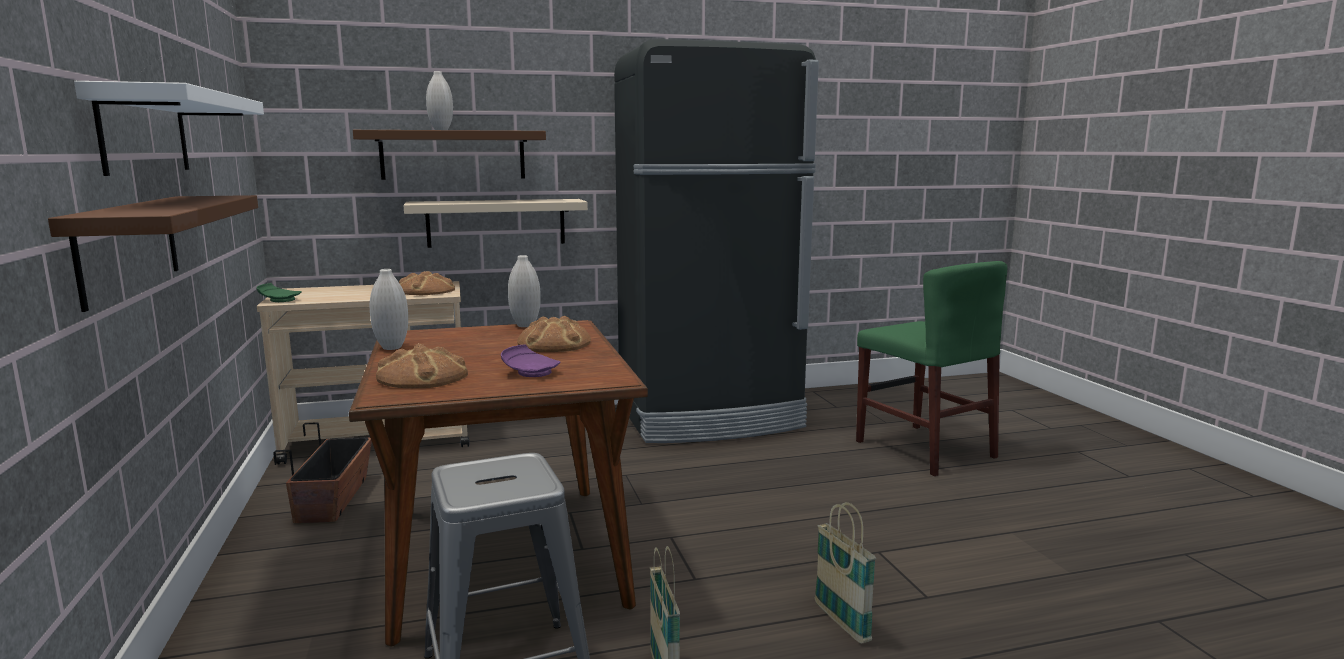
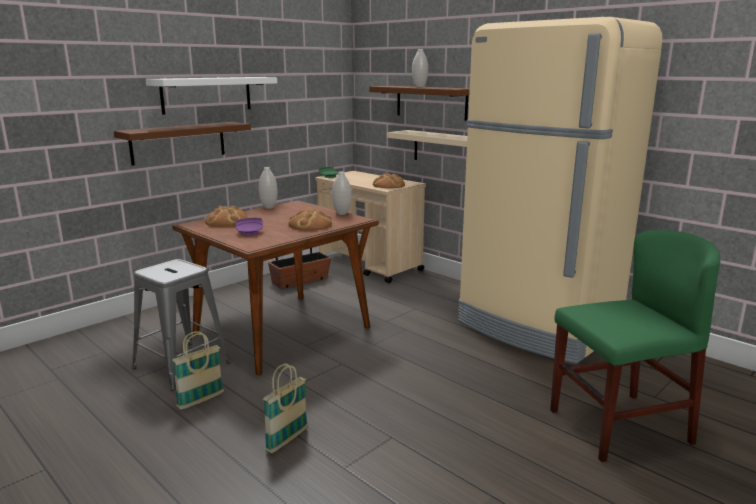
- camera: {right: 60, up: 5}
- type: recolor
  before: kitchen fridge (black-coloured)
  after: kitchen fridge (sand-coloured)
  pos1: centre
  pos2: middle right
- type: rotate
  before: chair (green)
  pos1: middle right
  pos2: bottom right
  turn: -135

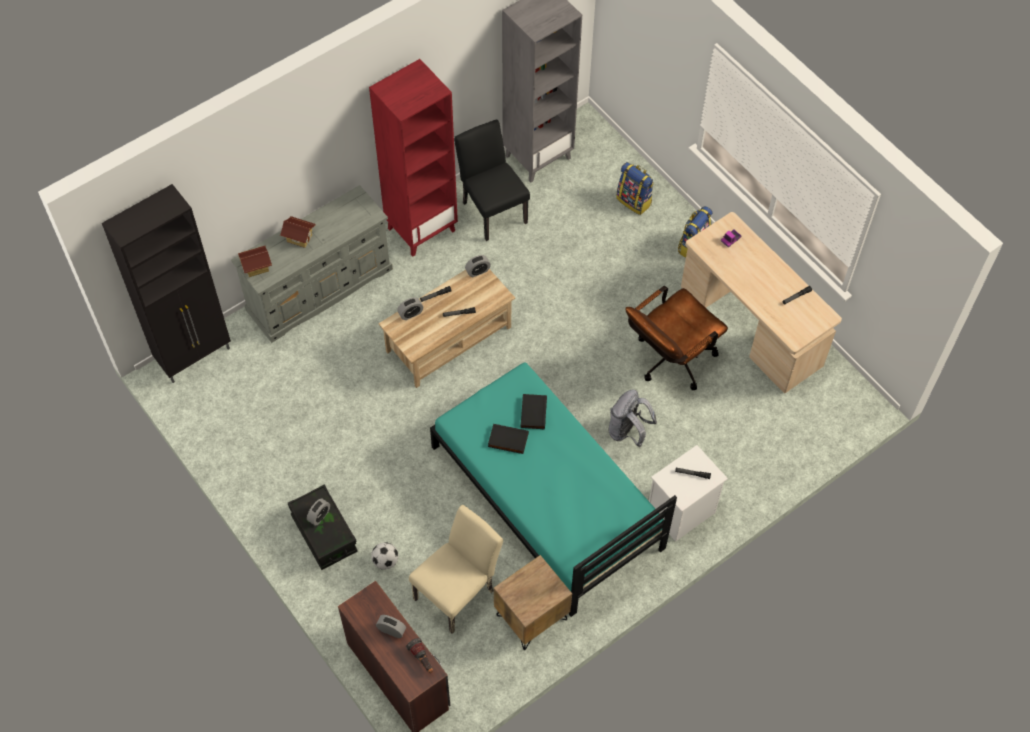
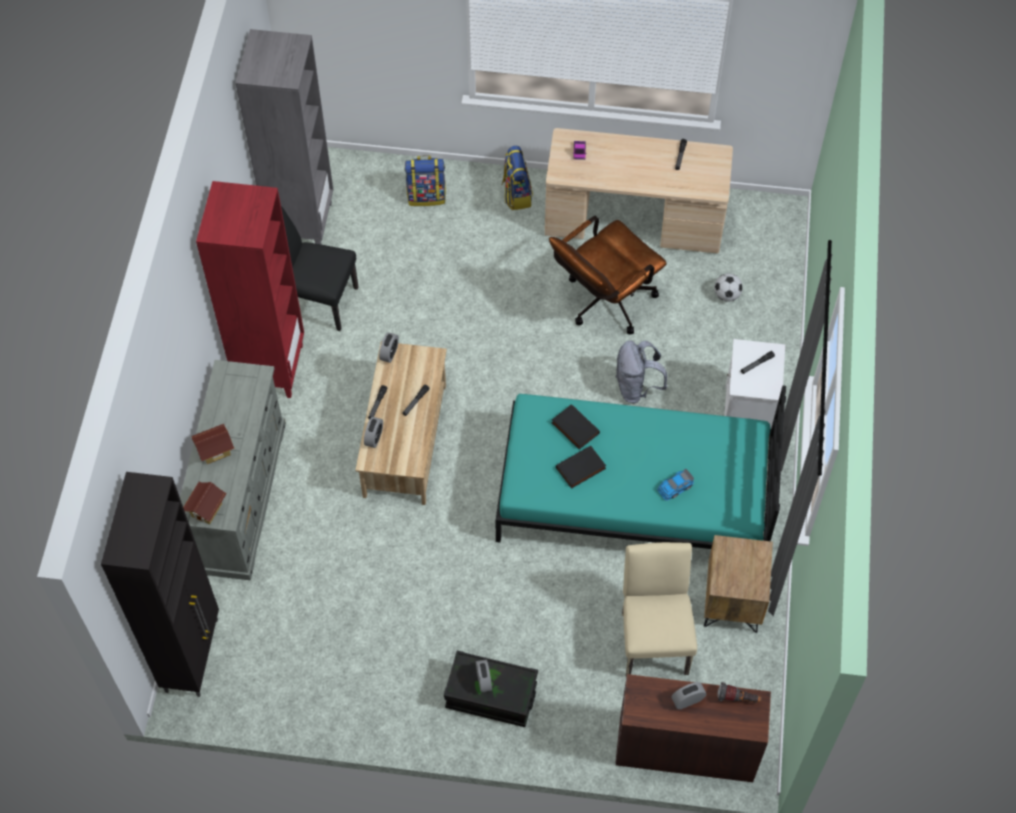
- camera: {right: -45, up: 0}
- type: move
  before: ball for football
  pos1: bottom centre
  pos2: middle right
- type: rotate
  before: computer chair (brownish)
  pos1: centre
  pos2: centre
  turn: 45
- type: insert
  after: model car
  pos2: centre

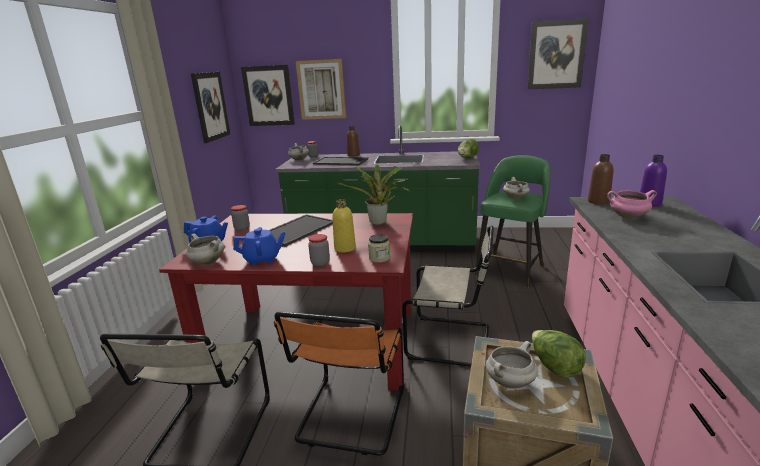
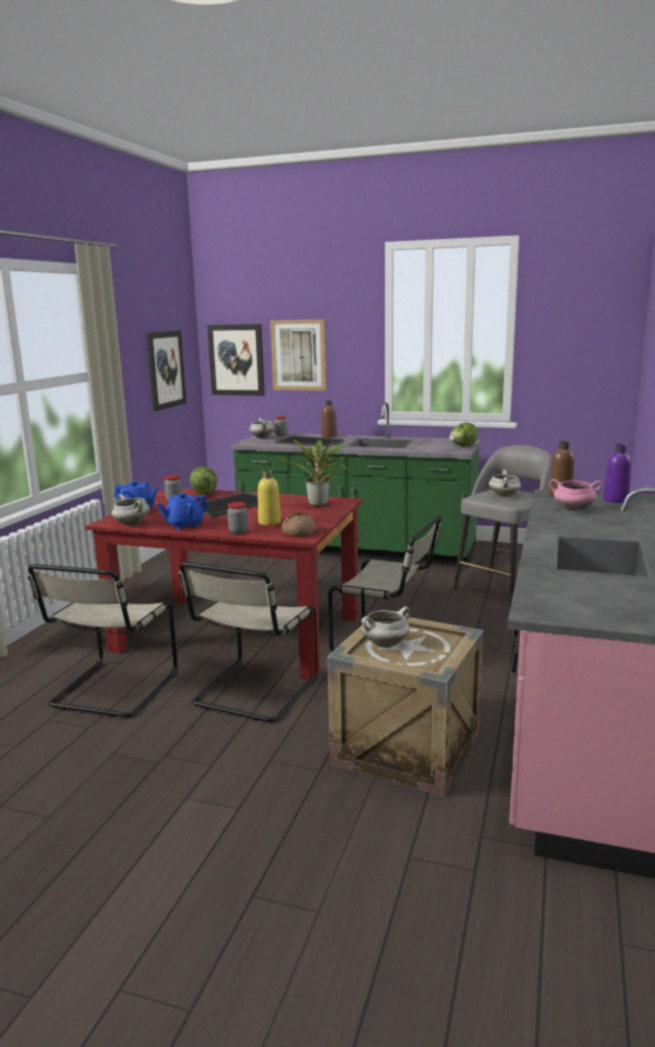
- camera: {right: 10, up: -5}
- type: rotate
  before: pot for tea (blue-coloured) (2nd from left)
  pos1: centre
  pos2: middle left
  turn: 150
- type: recolor
  before: chair (orangey)
  after: chair (sand-coloured) (2nd from left)
  pos1: bottom centre
  pos2: centre
- type: replace
  before: preserve jar (4th from left)
  after: bread
  pos1: centre
  pos2: centre
- type: recolor
  before: stool seat (green)
  after: stool seat (grey)
  pos1: middle right
  pos2: middle right
- type: delete
  before: wall art (4th from left)
  pos1: top right
- type: move
  before: head of lettuce (2nd from left in the first image)
  after: head of lettuce (1st from left)
  pos1: bottom right
  pos2: middle left

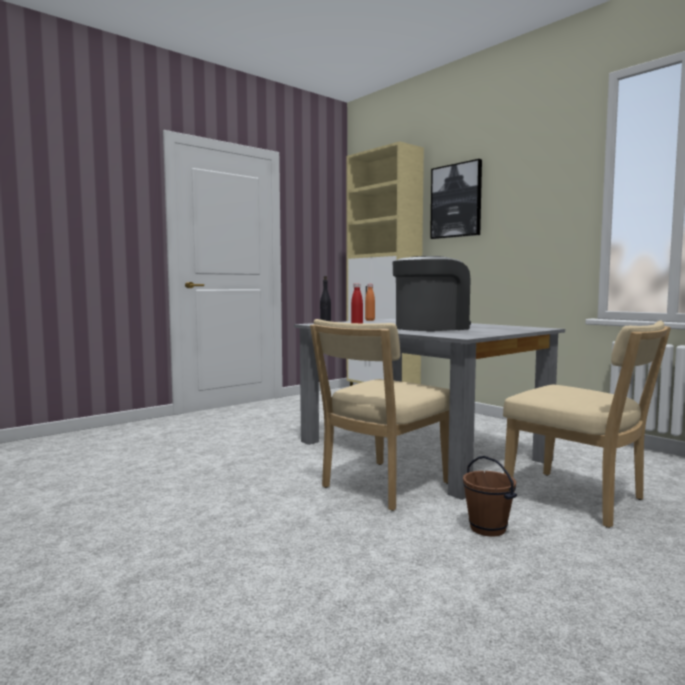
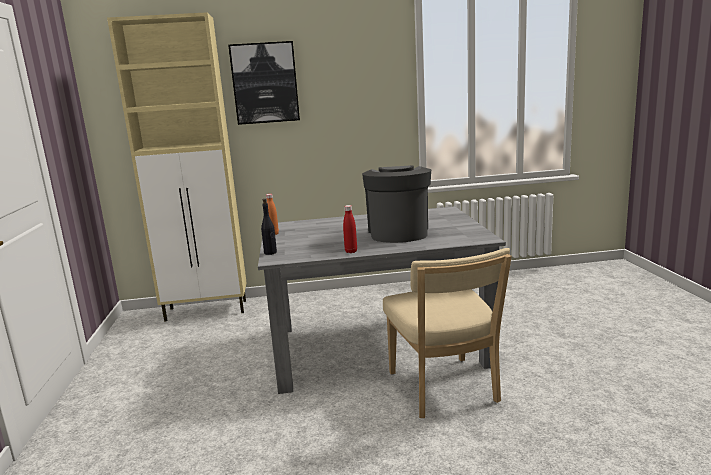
- camera: {right: -55, up: 10}
- type: delete
  before: water bucket (brownish)
  pos1: bottom right
- type: delete
  before: chair (sand-coloured) (2nd from left)
  pos1: middle right

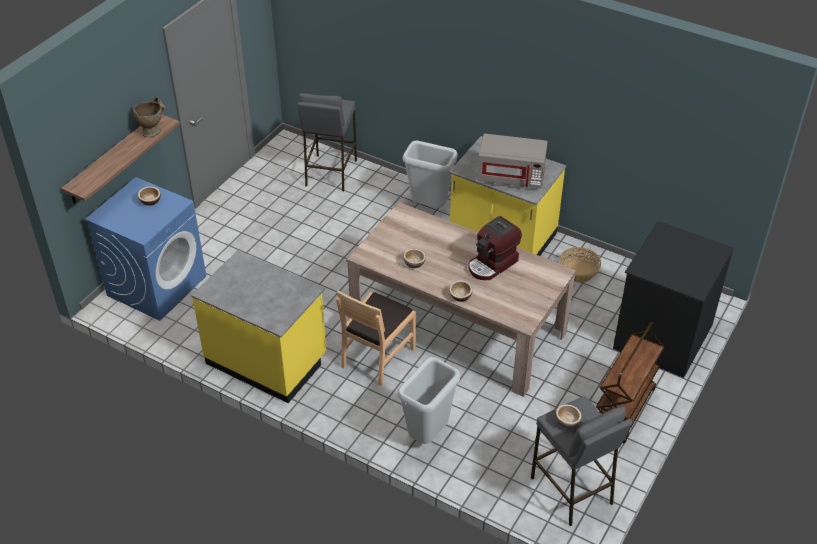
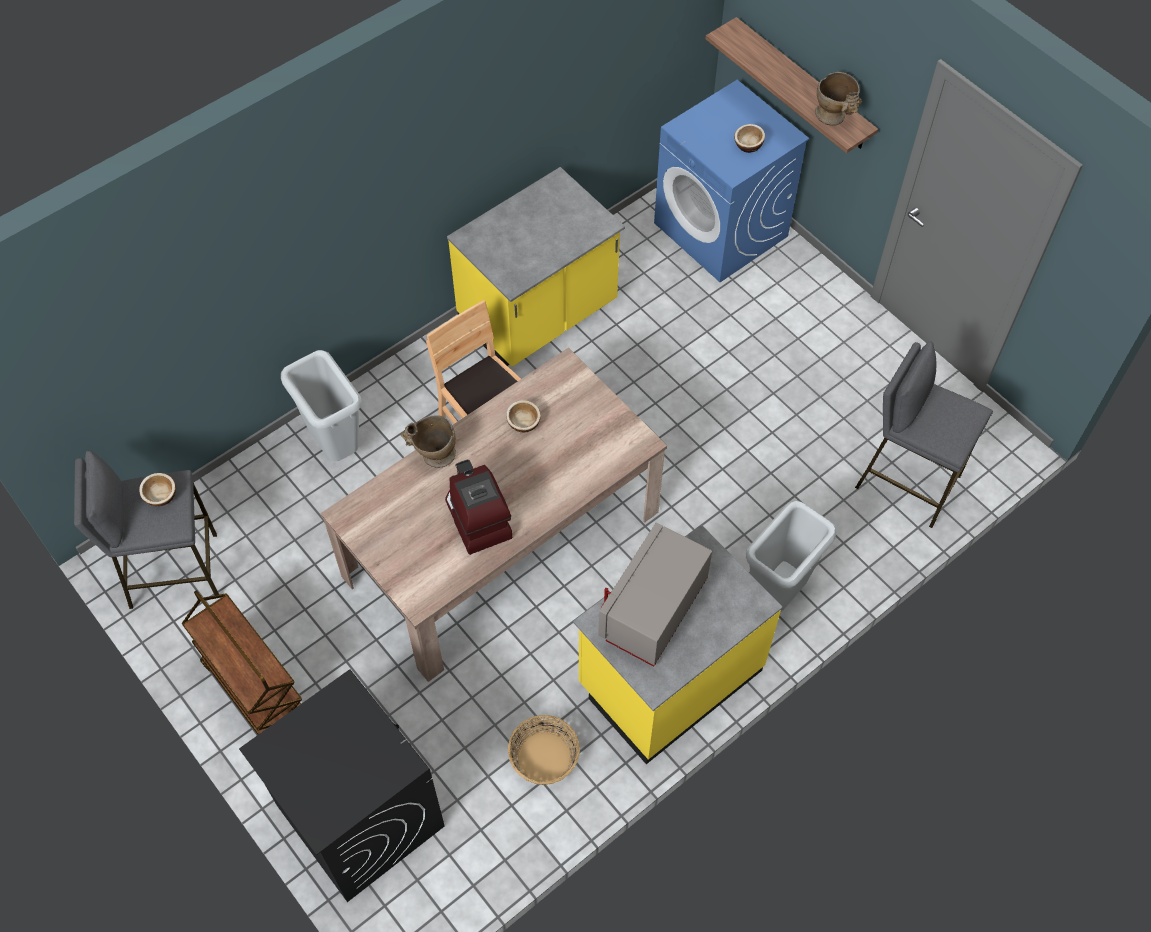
- camera: {right: 110, up: 15}
- type: replace
  before: bowl (3rd from left)
  after: vase (sand-coloured) (1st from left)
  pos1: centre
  pos2: centre
- type: replace
  before: dresser (black-coloured)
  after: laundry machine (black-coloured)
  pos1: middle right
  pos2: bottom left

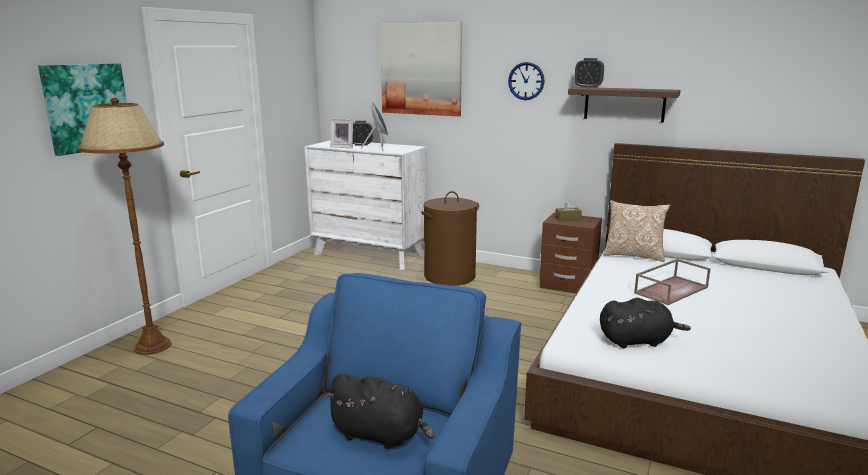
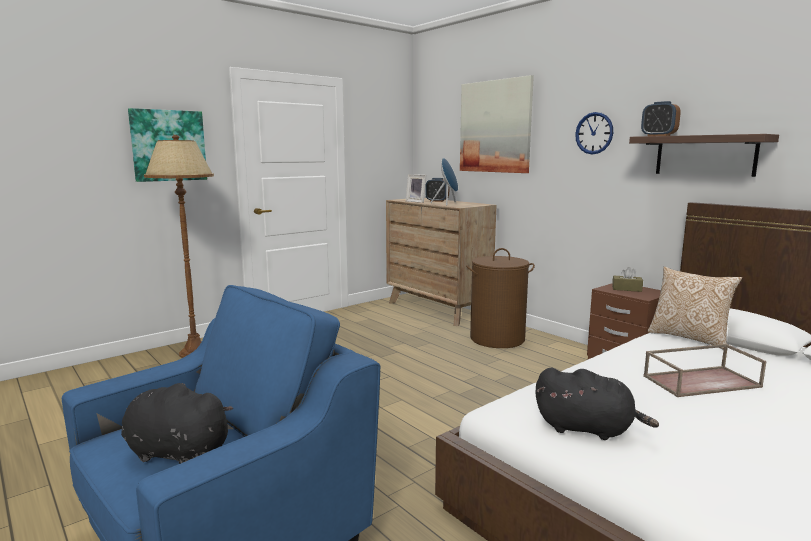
- camera: {right: 25, up: -5}
- type: recolor
  before: dresser (whitish)
  after: dresser (brownish)
  pos1: centre
  pos2: centre
- type: rotate
  before: cuddly toy (black-coloured) (1st from left)
  pos1: bottom centre
  pos2: bottom left
  turn: 150

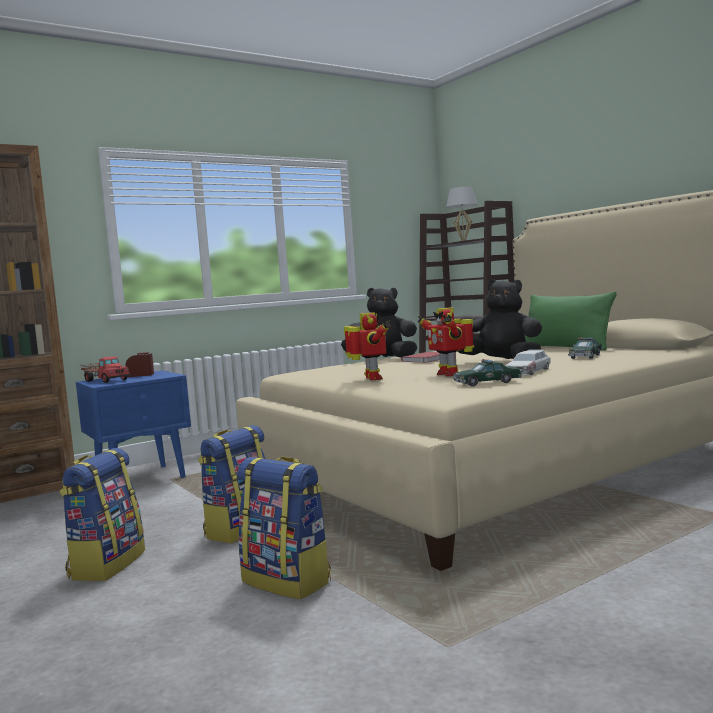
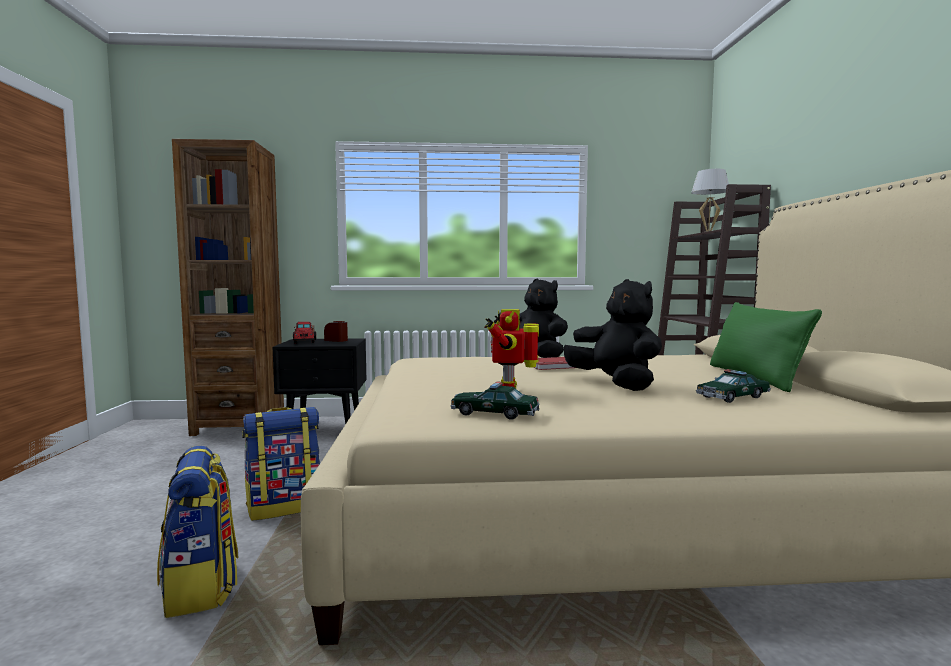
- camera: {right: 30, up: 0}
- type: delete
  before: backpack (1st from left)
  pos1: bottom left
- type: recolor
  before: bedside table (blue-coloured)
  after: bedside table (black-coloured)
  pos1: middle left
  pos2: centre
- type: delete
  before: model robot (1st from left)
  pos1: centre
- type: delete
  before: model car (2nd from left)
  pos1: middle right

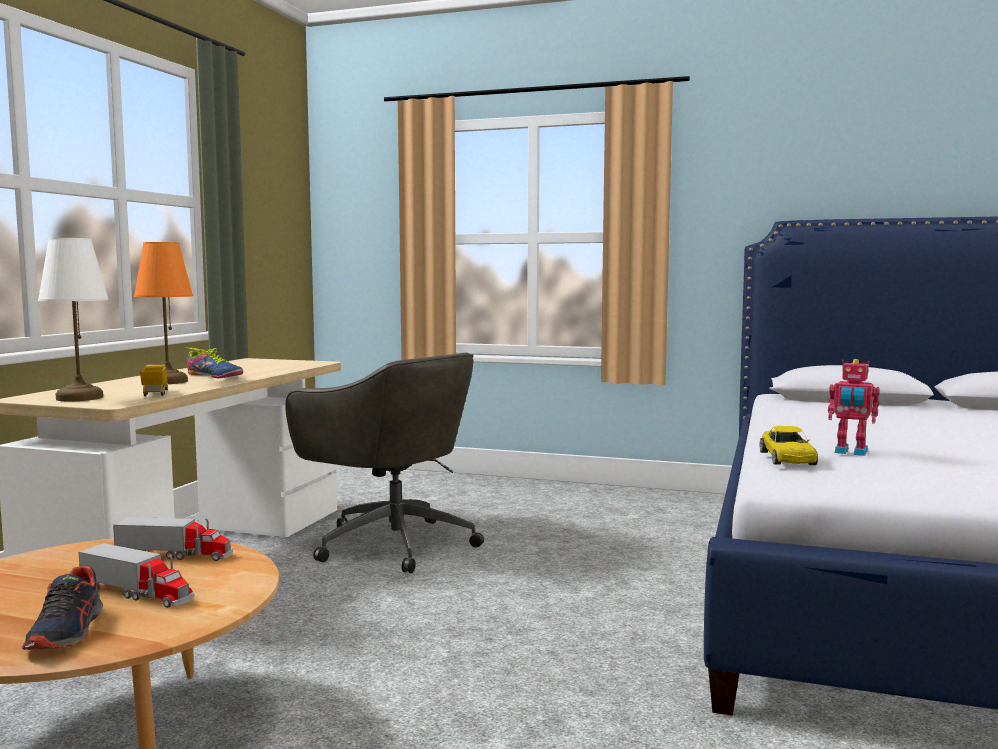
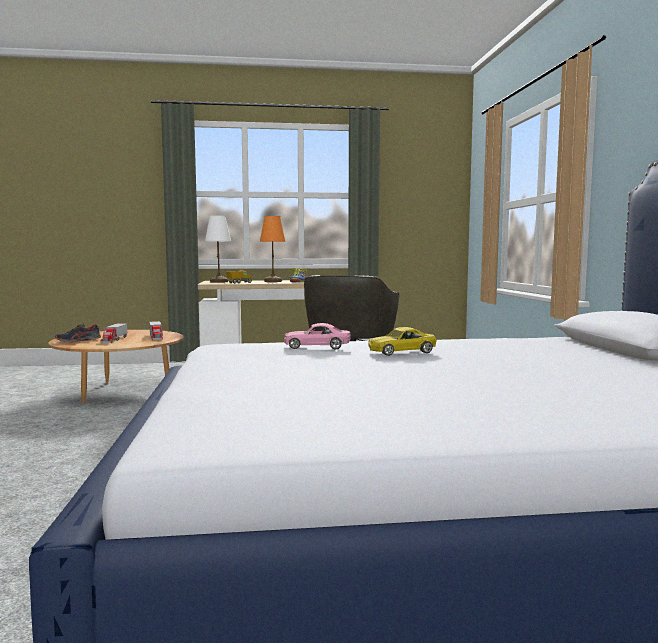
- camera: {right: 65, up: 0}
- type: move
  before: model car (yellow-coloured)
  pos1: middle right
  pos2: centre
- type: replace
  before: model robot
  after: model car (pink-coloured)
  pos1: middle right
  pos2: centre

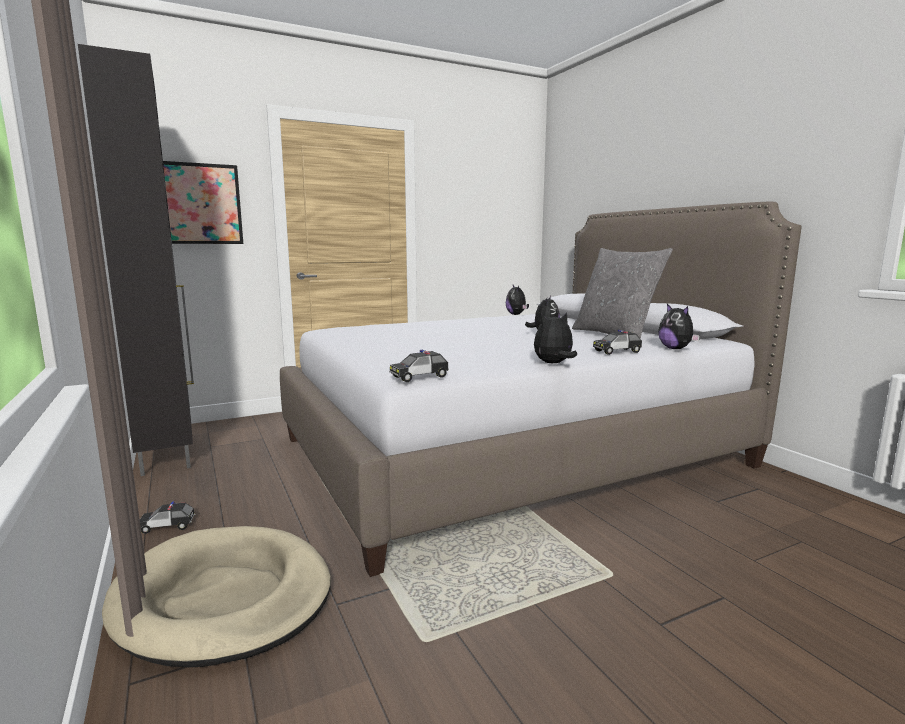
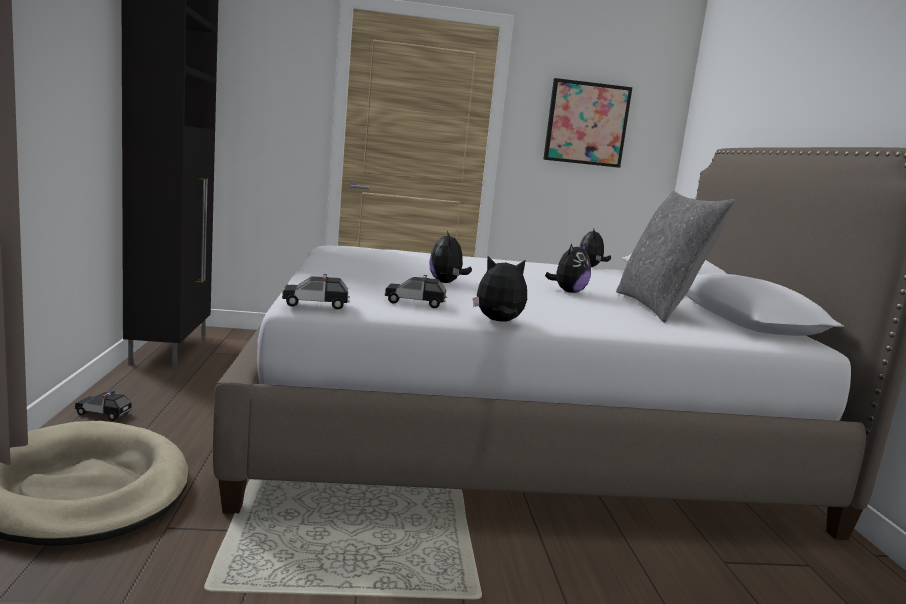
- camera: {right: 20, up: 0}
- type: move
  before: wall art
  pos1: top left
  pos2: top centre
- type: move
  before: model car (3rd from left)
  pos1: middle right
  pos2: centre
- type: move
  before: cuddly toy (4th from left in the first image)
  after: cuddly toy (1st from left)
  pos1: middle right
  pos2: centre

